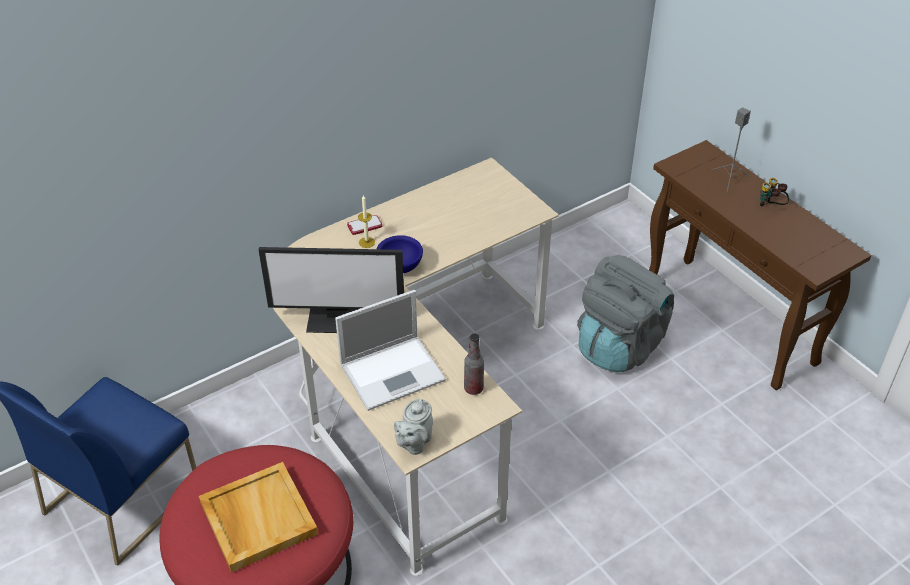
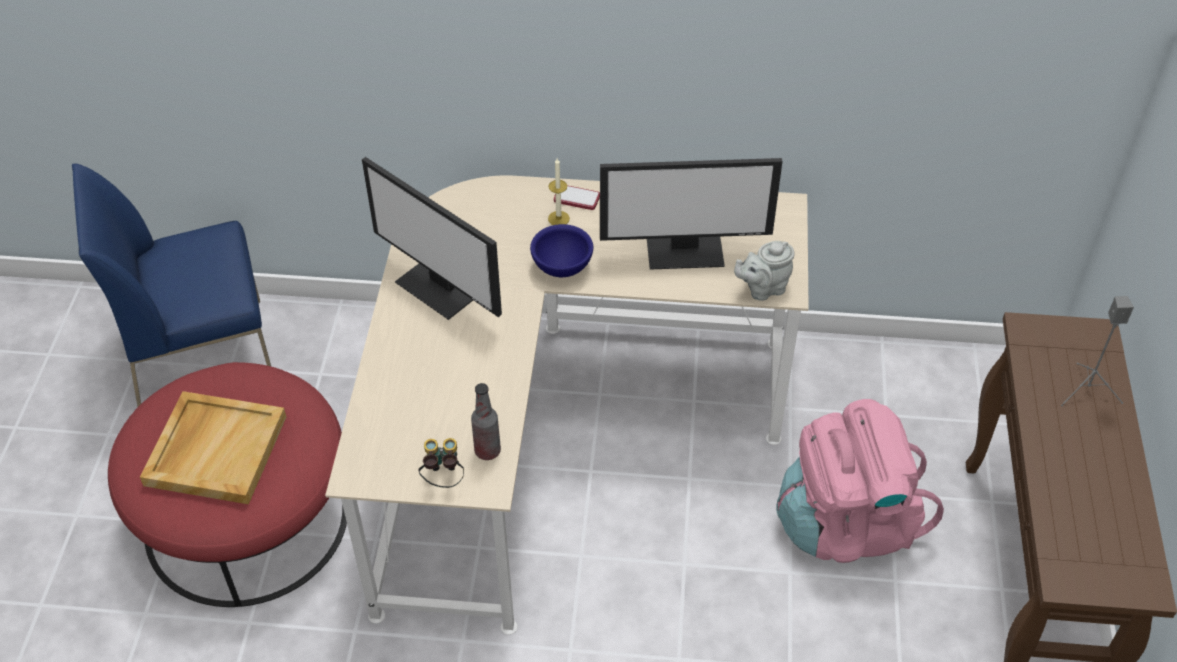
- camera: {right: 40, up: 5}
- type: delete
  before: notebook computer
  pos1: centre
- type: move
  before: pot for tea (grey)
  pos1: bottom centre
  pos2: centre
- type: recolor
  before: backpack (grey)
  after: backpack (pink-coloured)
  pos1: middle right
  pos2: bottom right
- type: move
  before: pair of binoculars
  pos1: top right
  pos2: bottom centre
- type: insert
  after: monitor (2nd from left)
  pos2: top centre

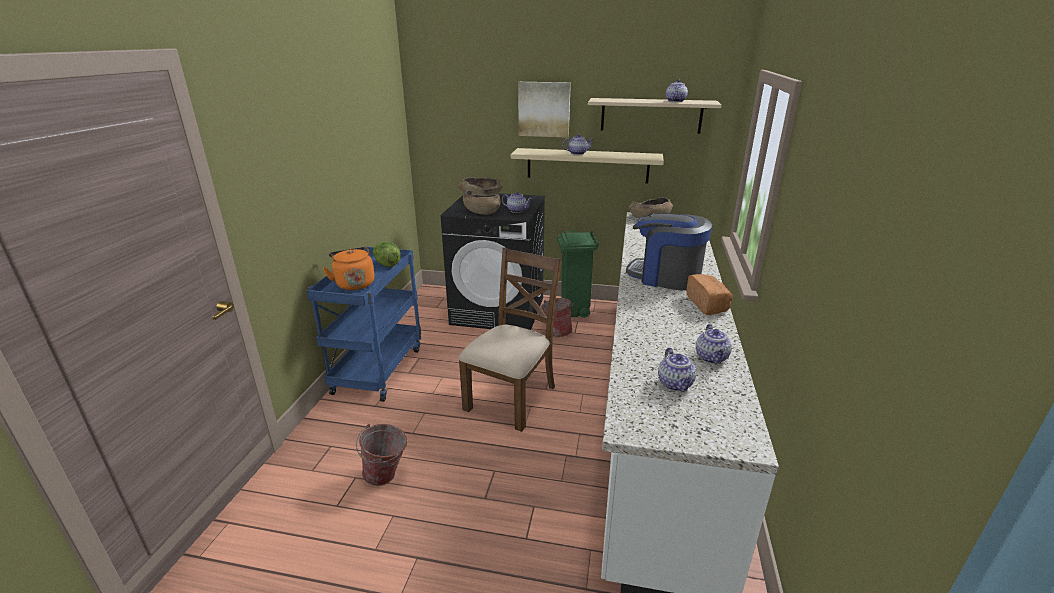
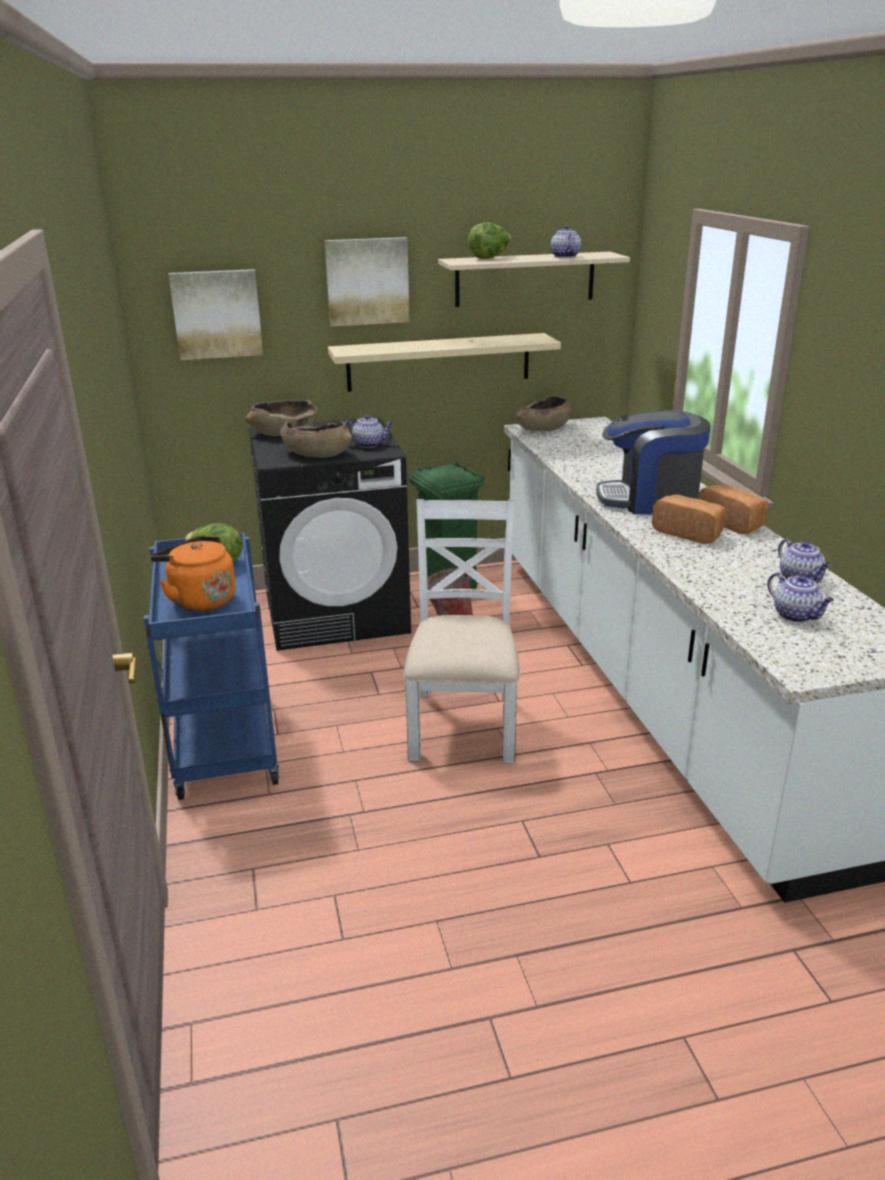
- camera: {right: -25, up: 0}
- type: delete
  before: water bucket (1st from left)
  pos1: bottom centre
- type: recolor
  before: chair (brownish)
  after: chair (whitish)
  pos1: centre
  pos2: centre
- type: delete
  before: pot for tea (2nd from left)
  pos1: top centre
- type: insert
  after: wall art (1st from left)
  pos2: top left
- type: insert
  after: head of lettuce (2nd from left)
  pos2: top centre
- type: insert
  after: bread (1st from left)
  pos2: middle right

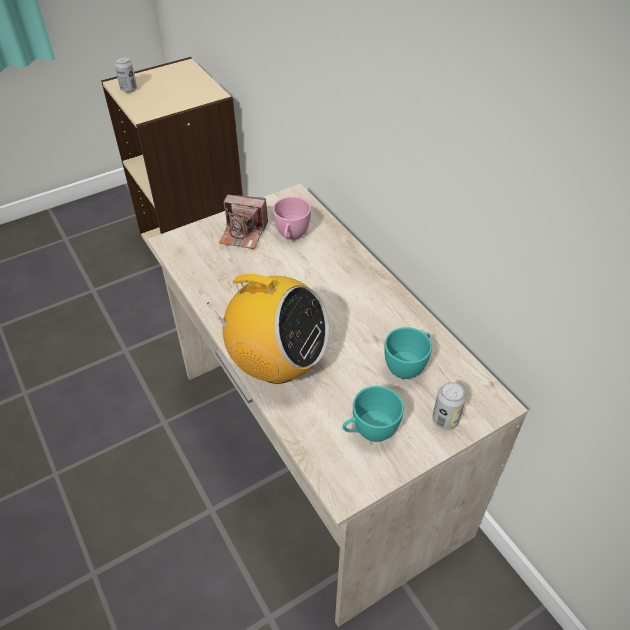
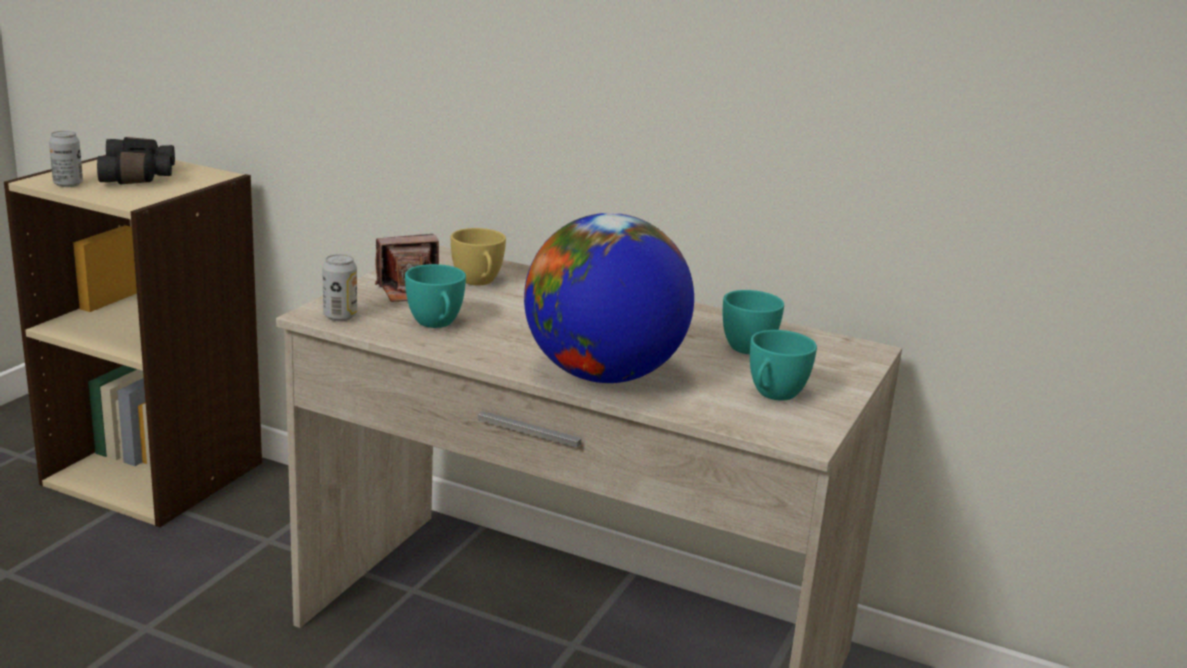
- camera: {right: -35, up: -25}
- type: replace
  before: radio
  after: desk globe
  pos1: centre
  pos2: centre
- type: recolor
  before: drinking cup (pink-coloured)
  after: drinking cup (yellow-coloured)
  pos1: centre
  pos2: centre
- type: move
  before: can (2nd from left)
  pos1: middle right
  pos2: middle left
- type: insert
  after: pair of binoculars (black-coloured)
  pos2: top left
- type: insert
  after: drinking cup (turquoise-coloured) (1st from left)
  pos2: centre

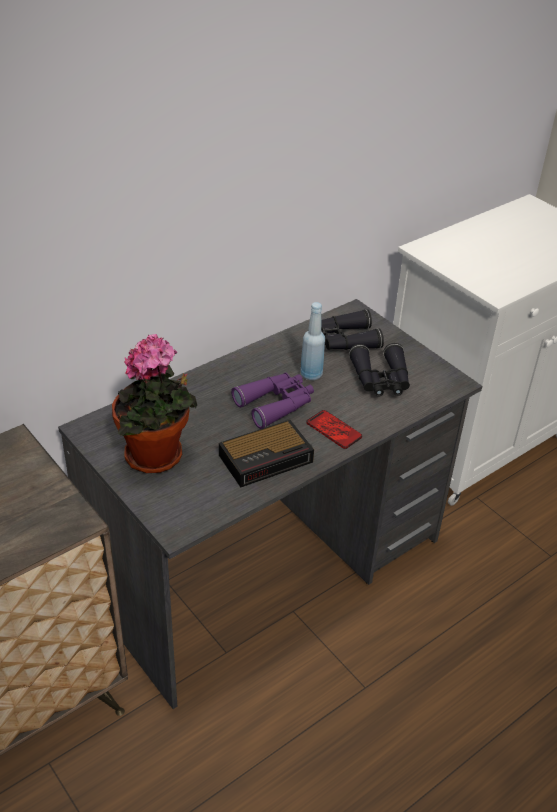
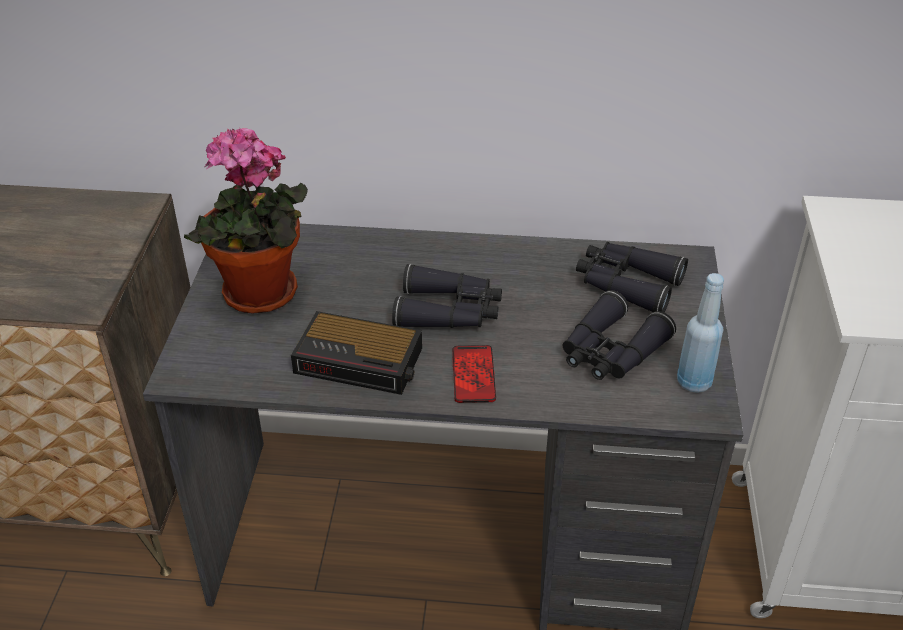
- camera: {right: 45, up: 0}
- type: recolor
  before: pair of binoculars (purple-coloured)
  after: pair of binoculars (black-coloured) (1st from left)
  pos1: centre
  pos2: centre
- type: move
  before: bottle (blue-coloured)
  pos1: centre
  pos2: middle right

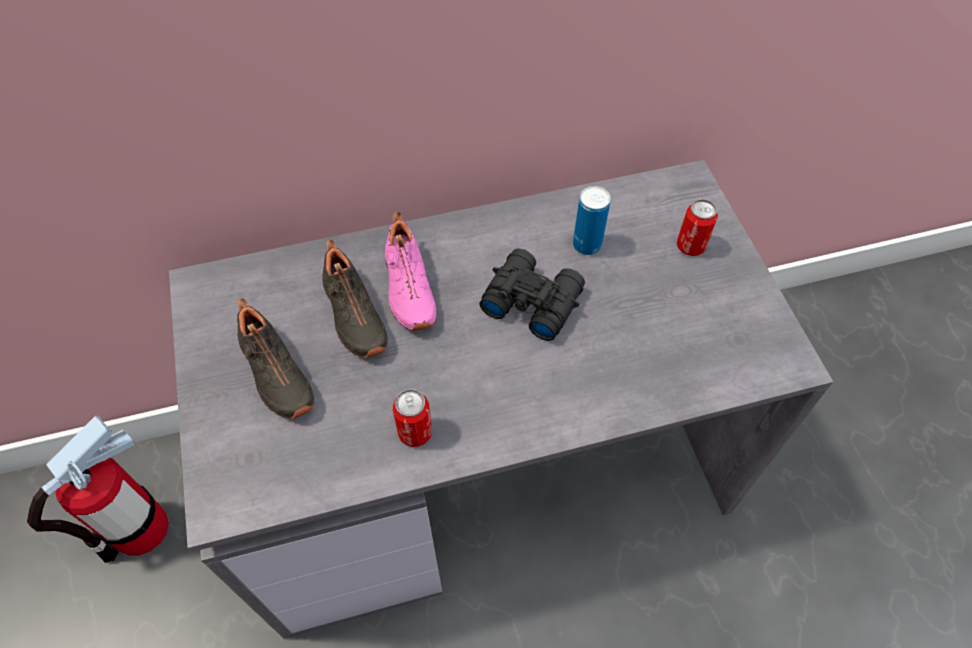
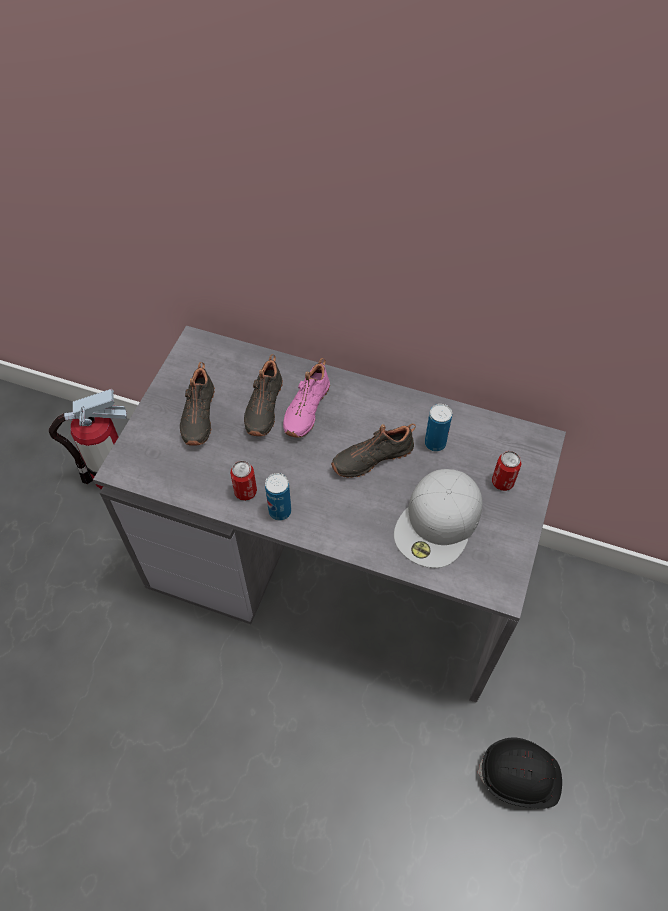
- camera: {right: 35, up: 0}
- type: replace
  before: pair of binoculars (black-coloured)
  after: shoe (black-coloured) (3rd from left)
  pos1: centre
  pos2: centre
- type: insert
  after: can (2nd from left)
  pos2: centre
- type: insert
  after: cap (whitish)
  pos2: centre
- type: insert
  after: hard hat (black-coloured)
  pos2: bottom right

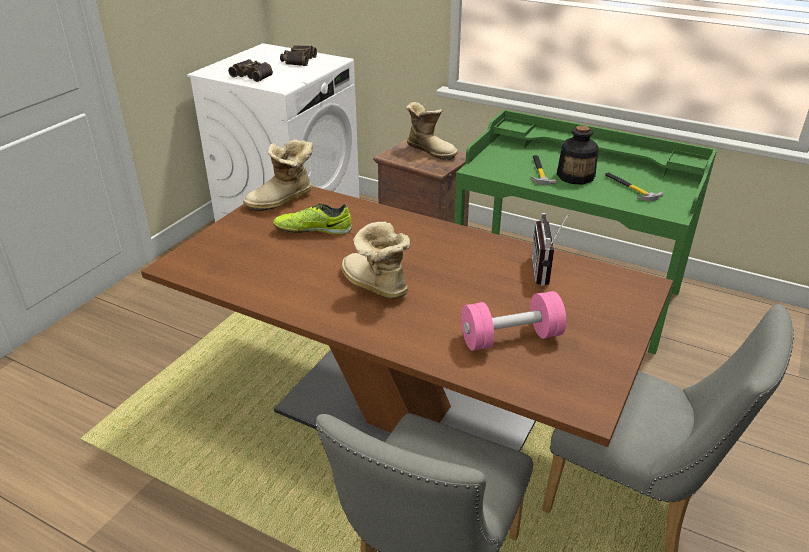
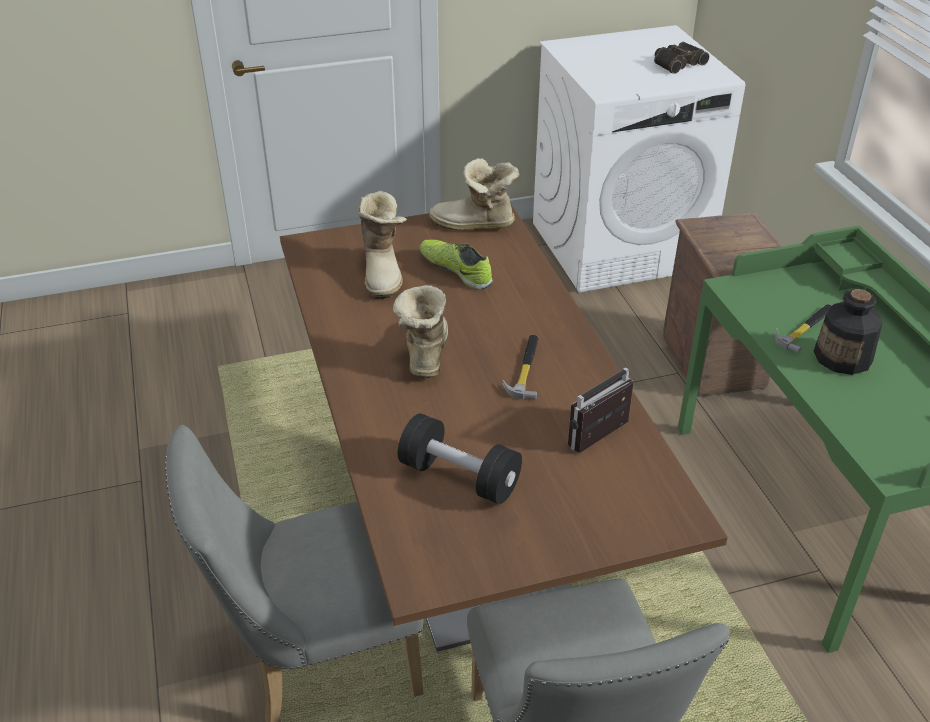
- camera: {right: 45, up: 5}
- type: delete
  before: pair of binoculars (1st from left)
  pos1: top left
- type: move
  before: boot (3rd from left in the first image)
  after: boot (1st from left)
  pos1: top centre
  pos2: centre
- type: recolor
  before: hand weight (pink-coloured)
  after: hand weight (black-coloured)
  pos1: centre
  pos2: centre
- type: move
  before: hammer (2nd from left in the first image)
  after: hammer (1st from left)
  pos1: middle right
  pos2: centre

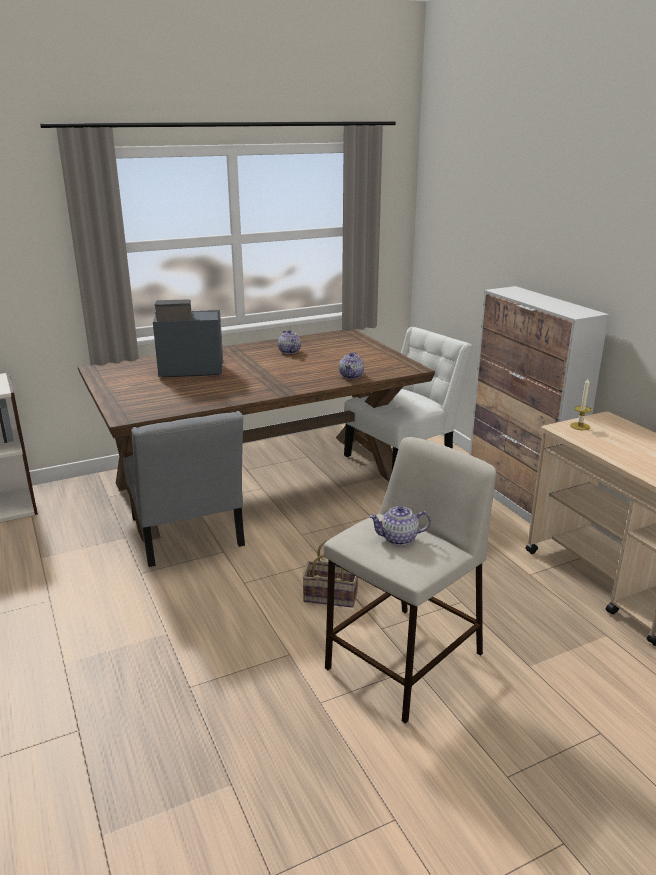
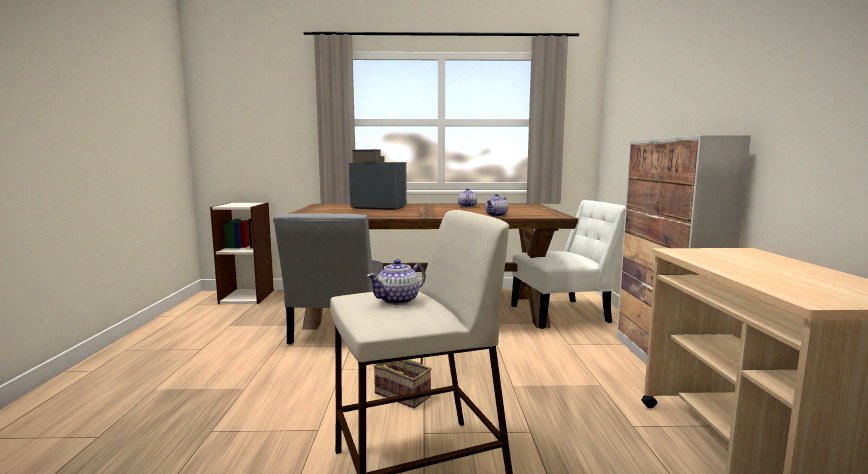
- camera: {right: 25, up: -15}
- type: rotate
  before: pot for tea (3rd from left in the first image)
  pos1: centre
  pos2: centre
  turn: -60
- type: delete
  before: candle
  pos1: middle right

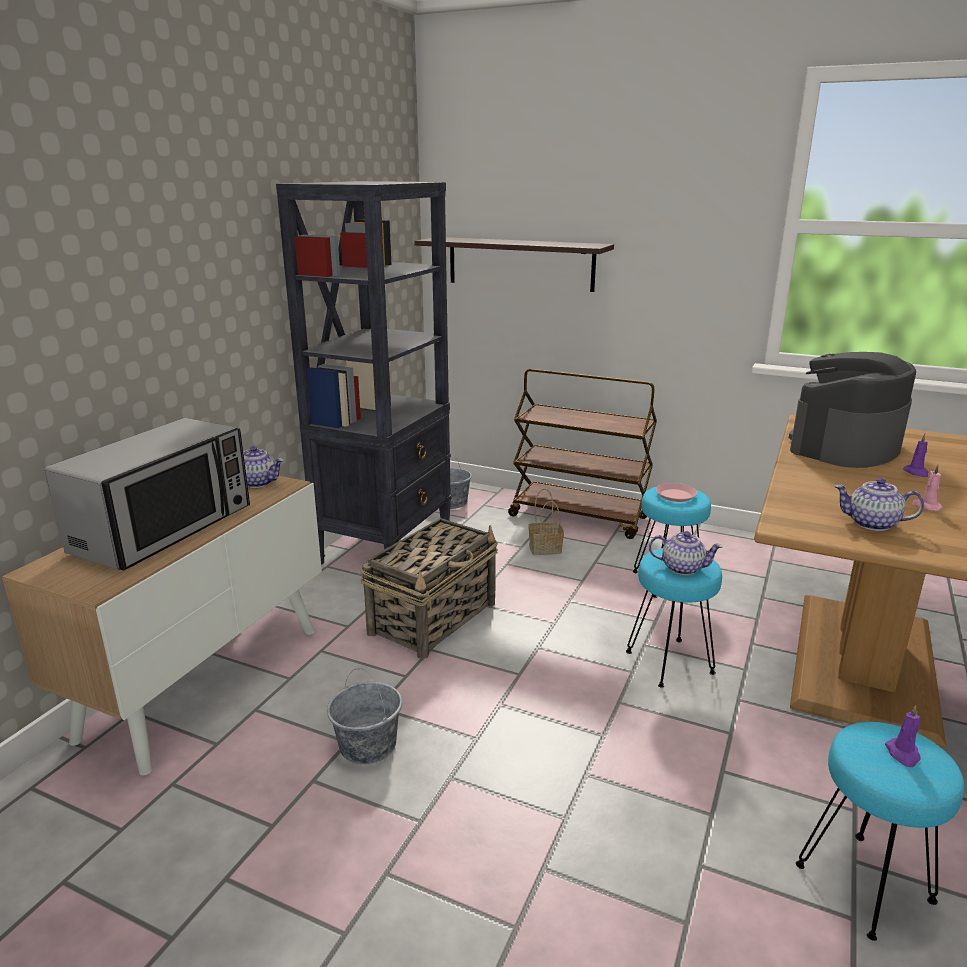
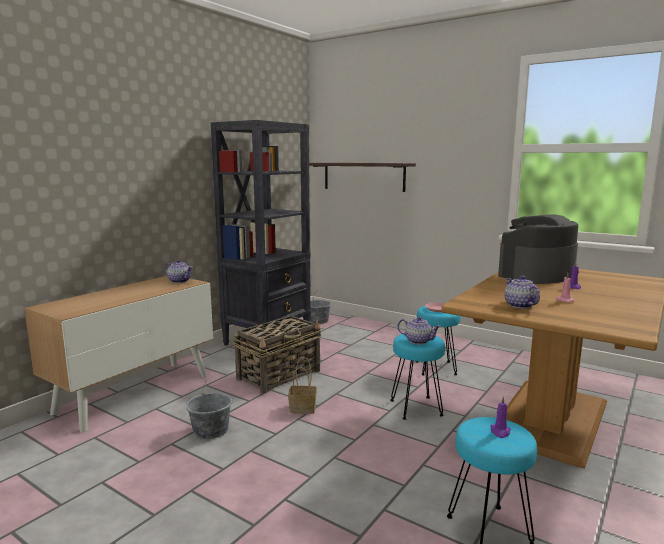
- camera: {right: 10, up: -10}
- type: delete
  before: kitchen microwave
  pos1: middle left
- type: delete
  before: wheeled cart (brownish)
  pos1: centre
- type: move
  before: basket (2nd from left)
  pos1: centre
  pos2: bottom centre
- type: rotate
  before: pot for tea (3rd from left)
  pos1: middle right
  pos2: middle right
  turn: 45

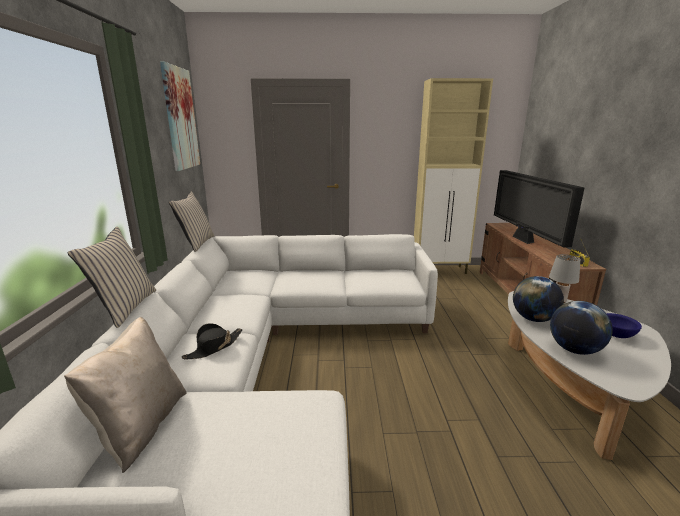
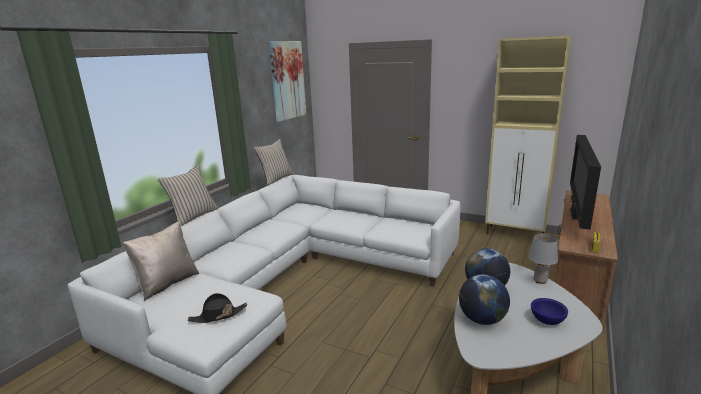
- camera: {right: 30, up: 0}
- type: move
  before: wearable hat (black-coloured)
  pos1: middle left
  pos2: bottom left

